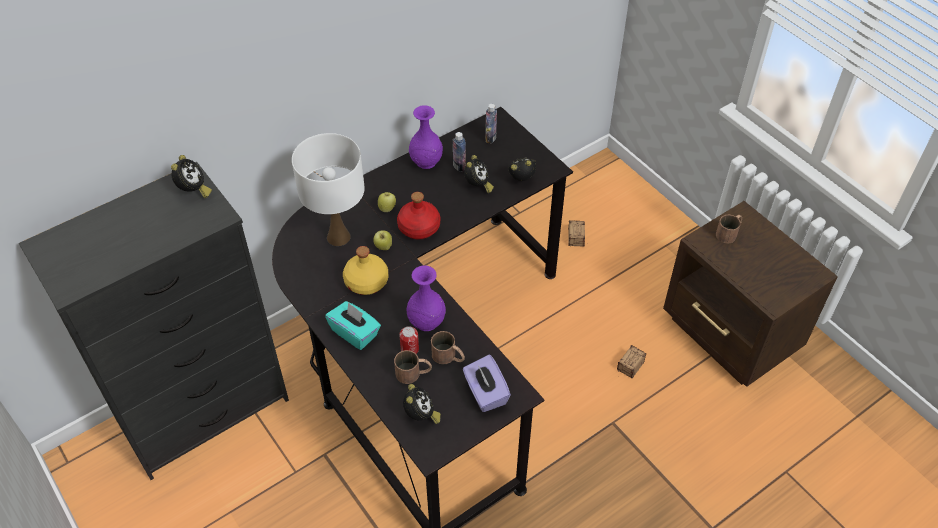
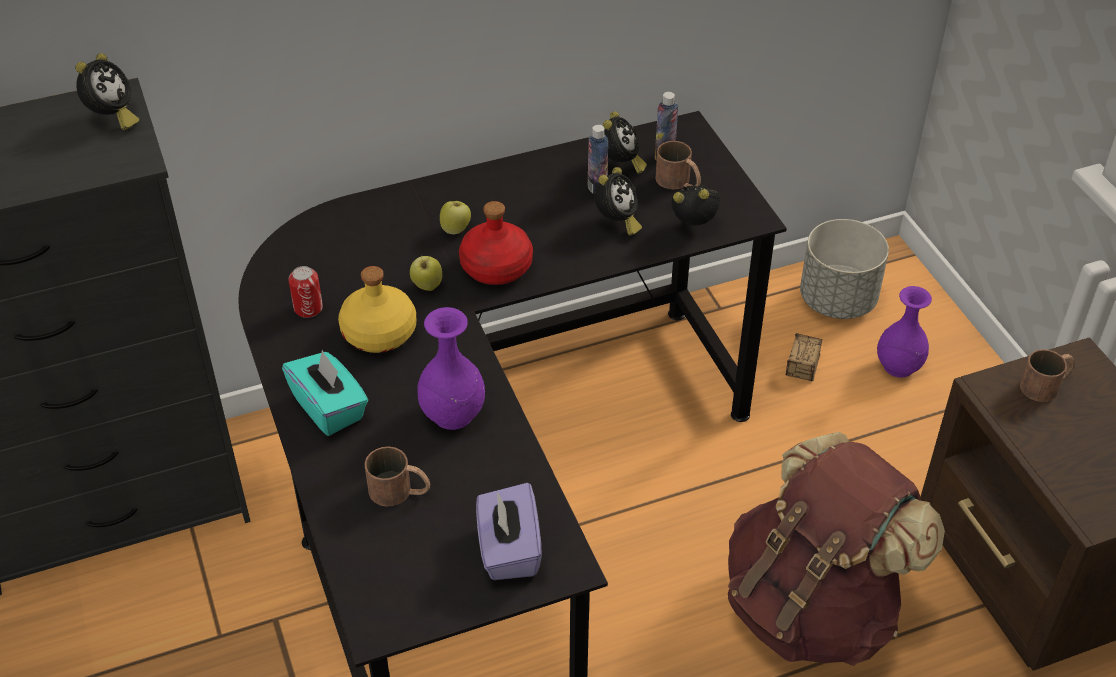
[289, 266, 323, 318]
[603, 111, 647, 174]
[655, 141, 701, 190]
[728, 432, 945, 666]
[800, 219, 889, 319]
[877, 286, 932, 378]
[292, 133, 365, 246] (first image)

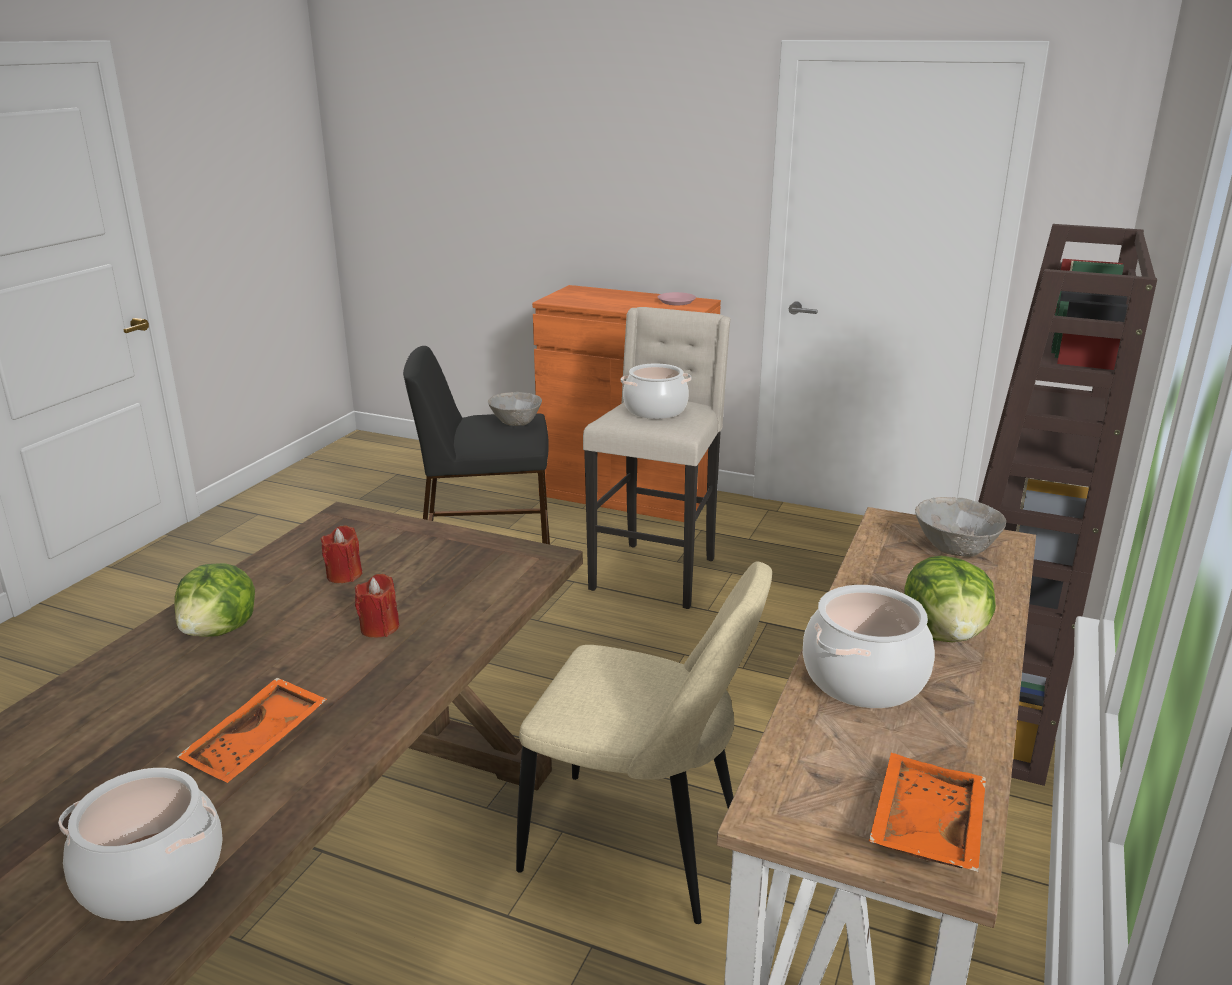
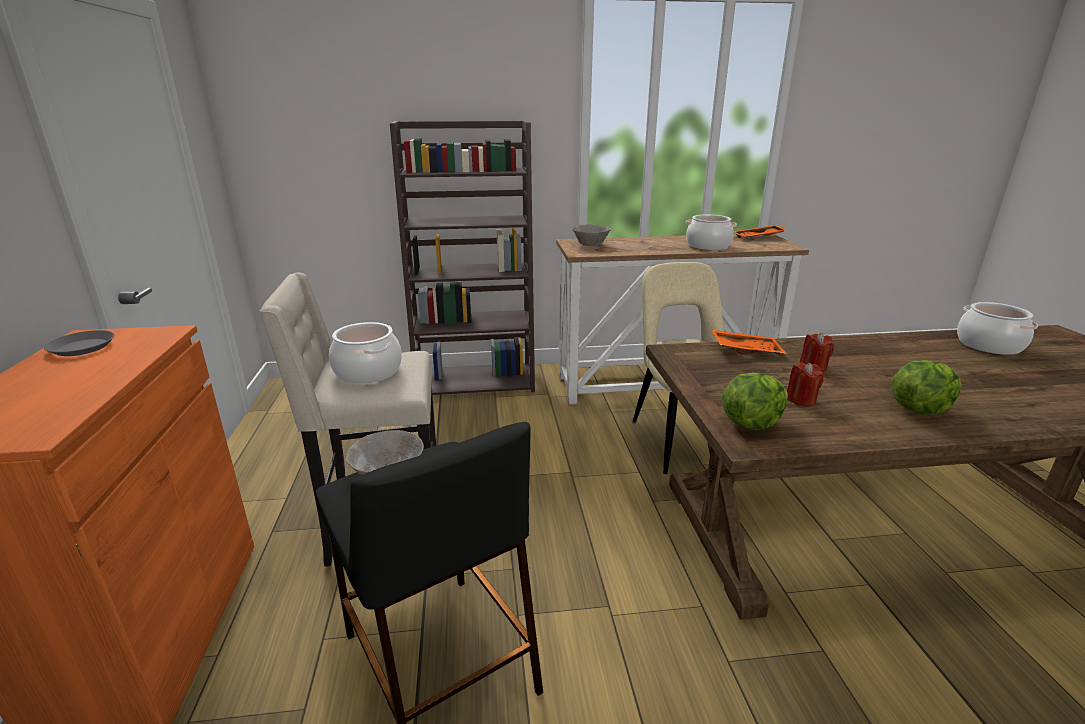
[44, 330, 114, 356]
[712, 330, 787, 355]
[722, 373, 788, 430]

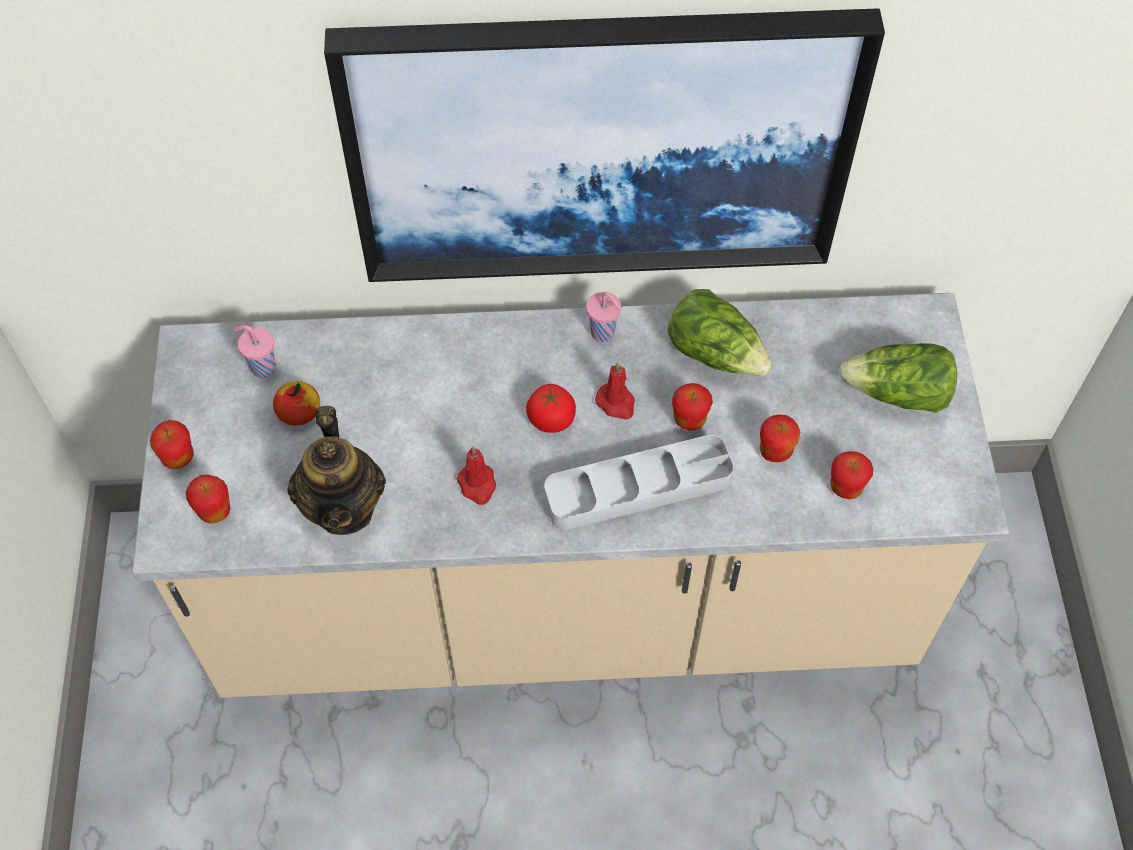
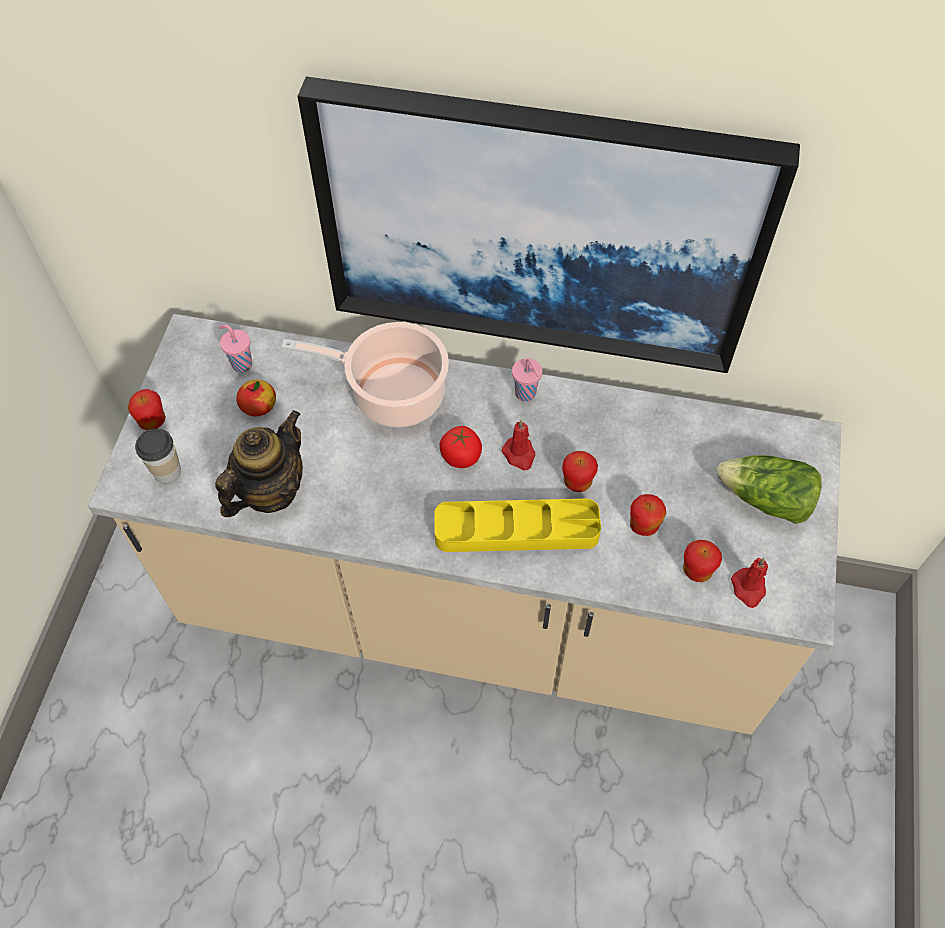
[135, 429, 181, 483]
[215, 410, 303, 517]
[281, 322, 449, 428]
[435, 499, 601, 552]
[731, 558, 768, 608]
[668, 289, 772, 376] (first image)

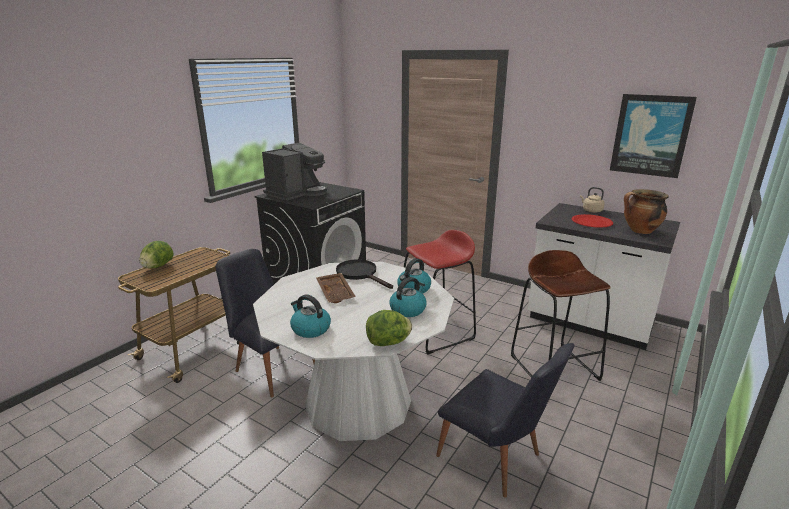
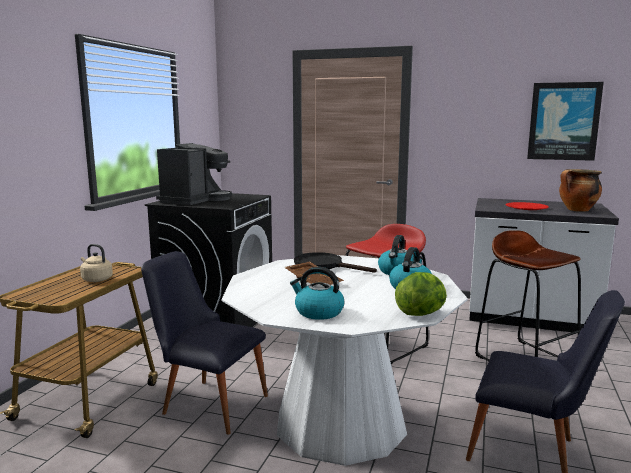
[80, 244, 113, 282]
[139, 241, 173, 269] (first image)

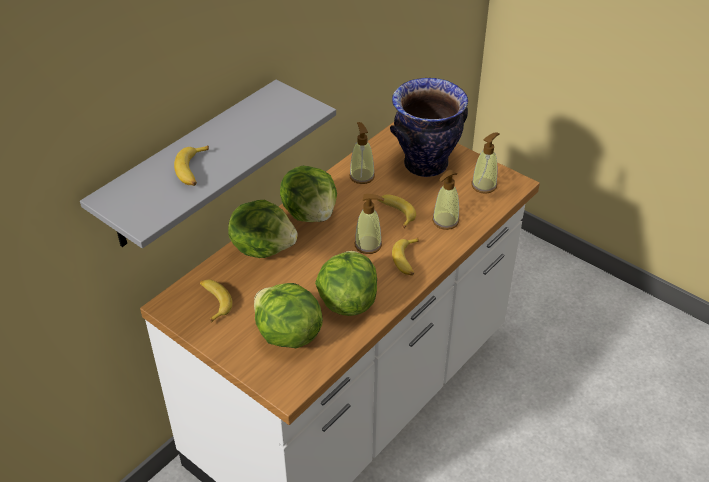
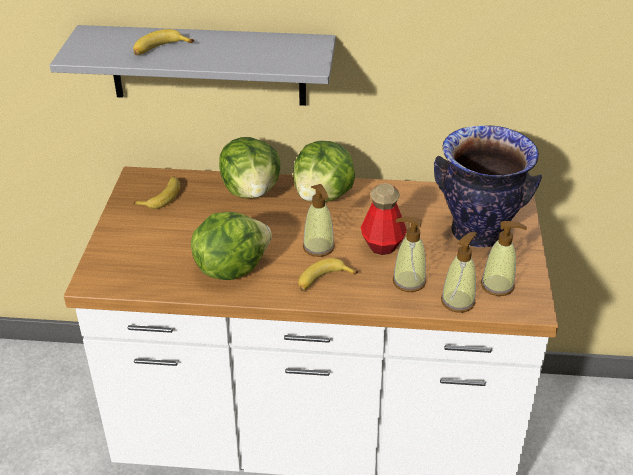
[361, 183, 407, 255]
[441, 232, 477, 313]
[254, 283, 323, 348] (first image)

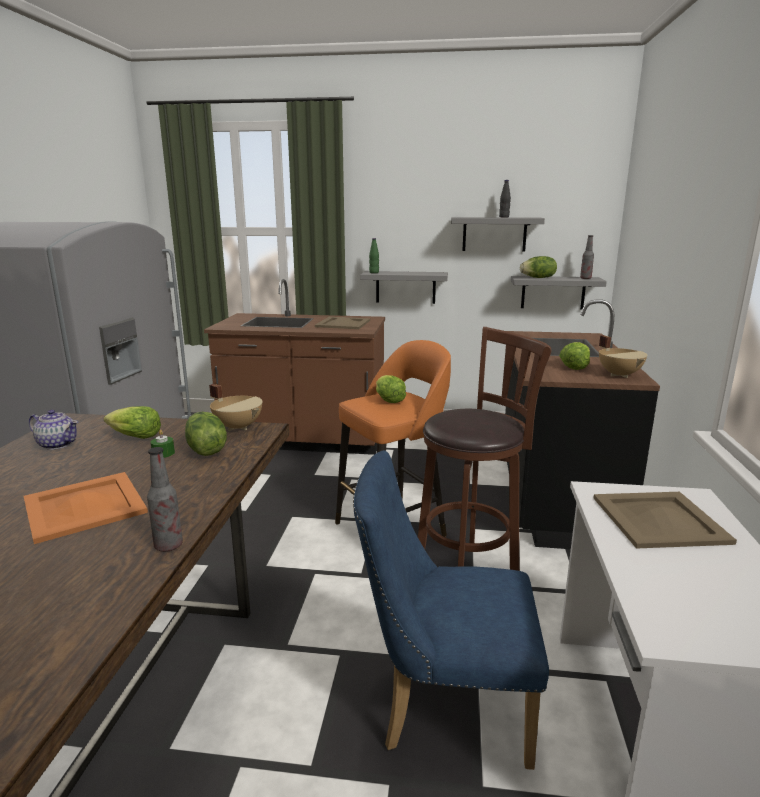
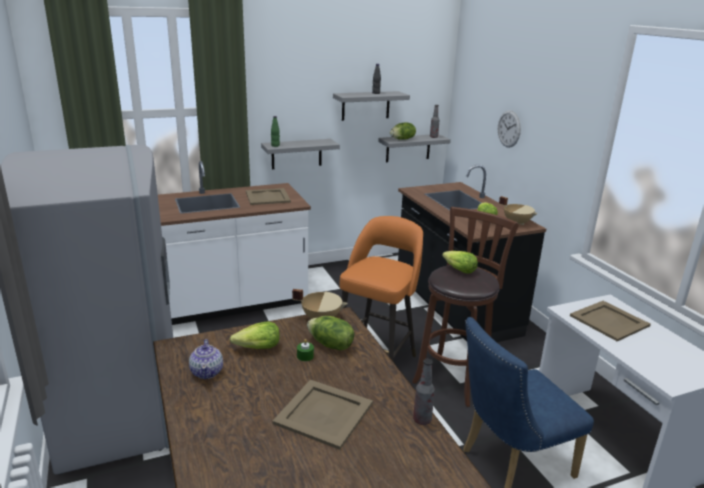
[158, 161, 311, 325]
[189, 339, 223, 379]
[272, 380, 373, 450]
[442, 251, 478, 273]
[498, 110, 521, 148]

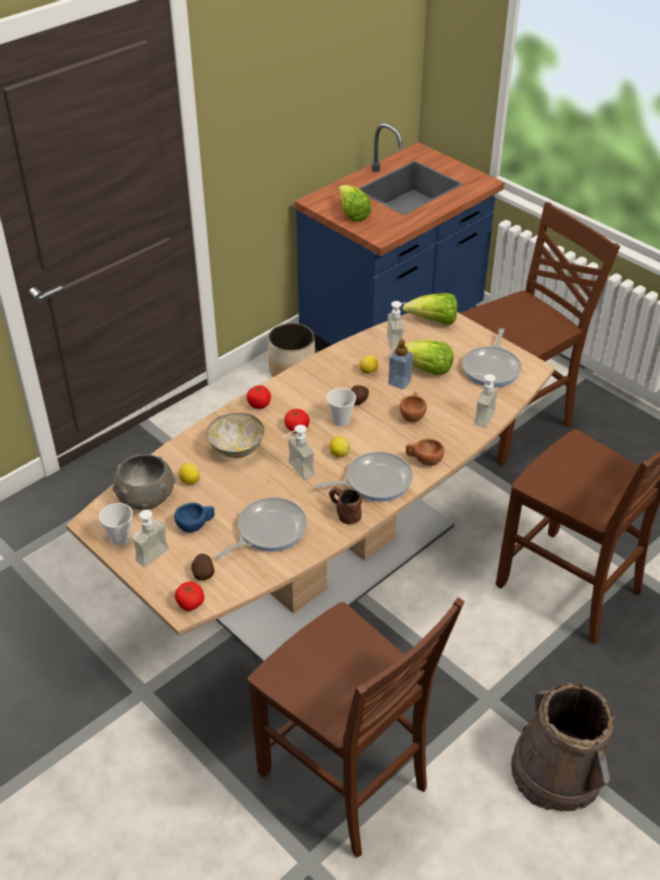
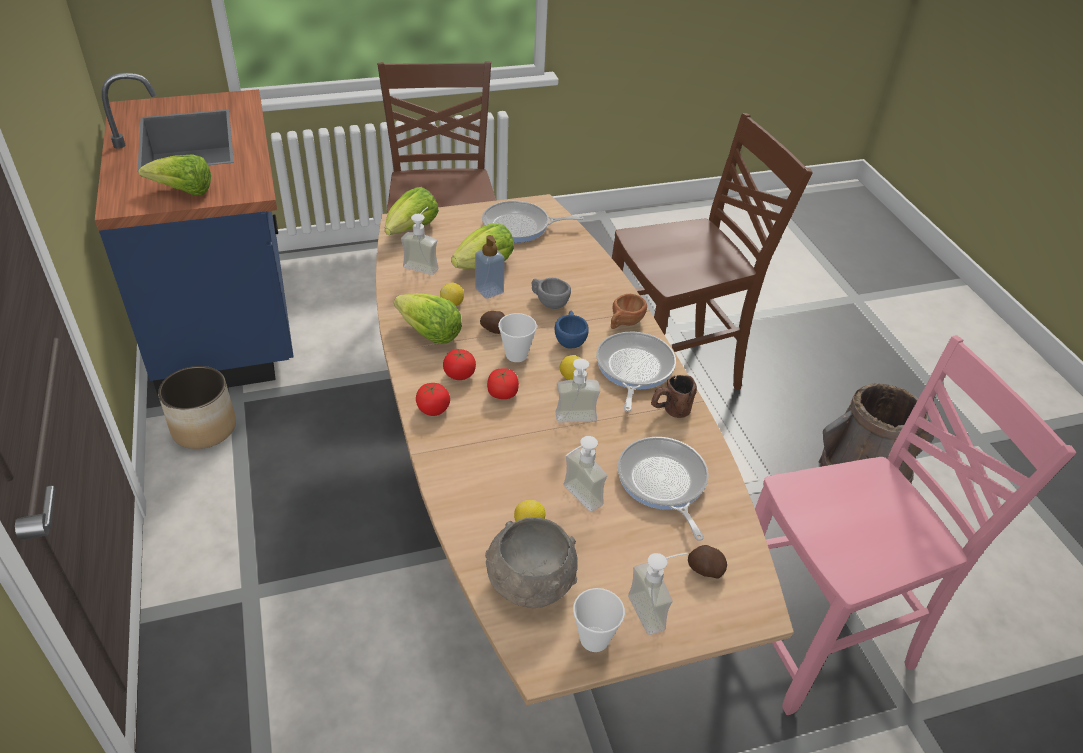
[394, 293, 462, 344]
[443, 349, 476, 380]
[482, 201, 583, 243]
[532, 278, 571, 309]
[555, 311, 589, 348]
[564, 436, 607, 512]
[755, 335, 1076, 715]
[206, 413, 264, 458] (first image)

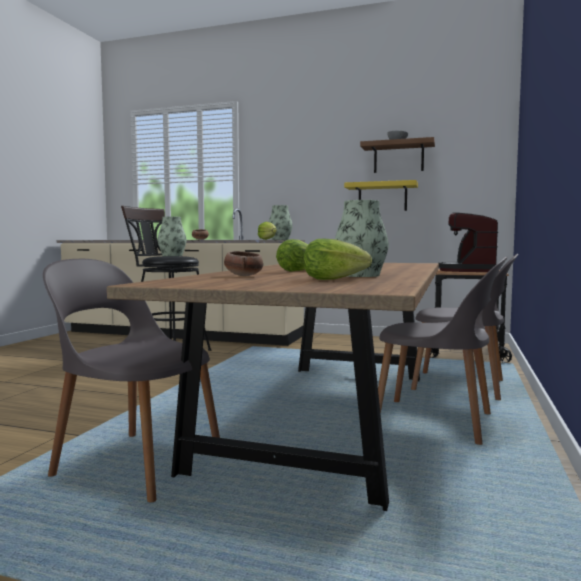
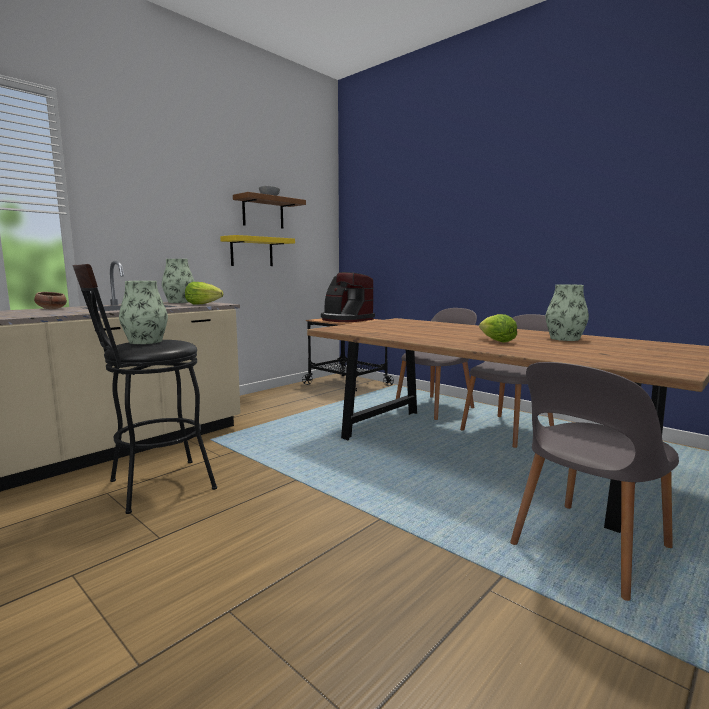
[224, 251, 263, 276] (first image)
[304, 238, 372, 280] (first image)

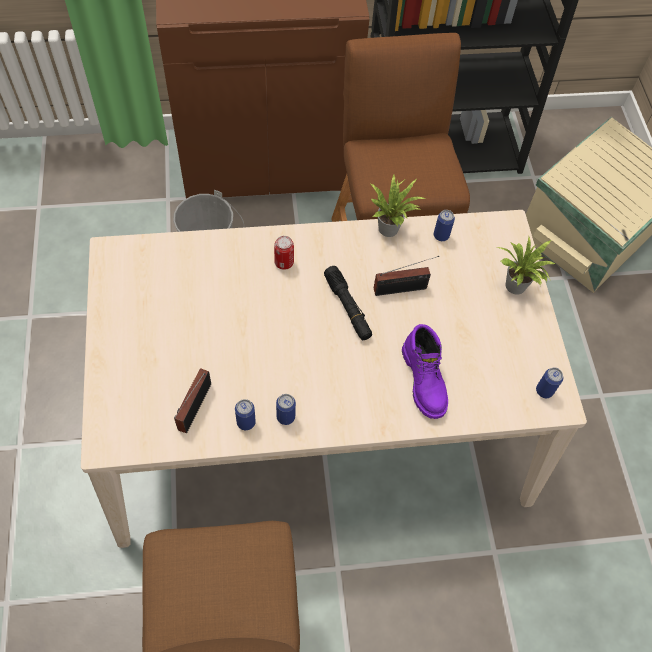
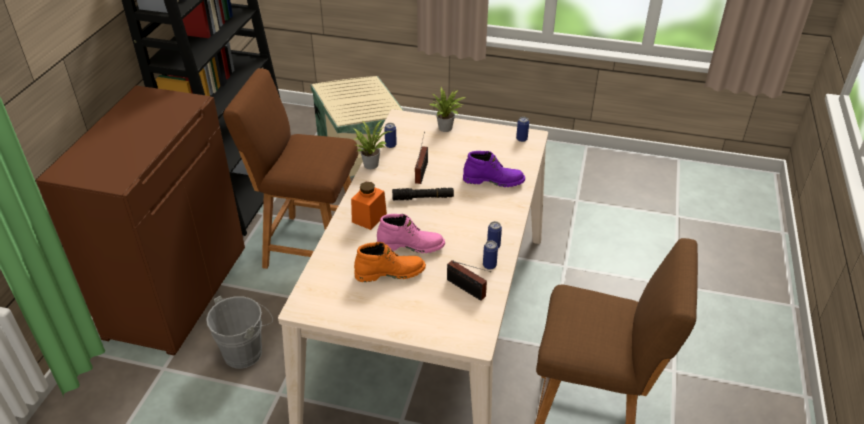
[351, 182, 387, 230]
[354, 242, 426, 282]
[377, 214, 445, 253]

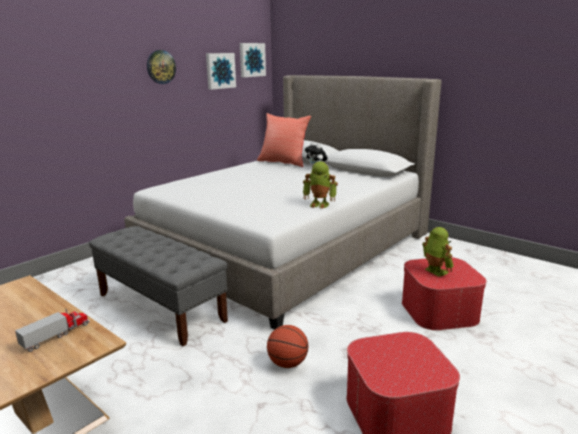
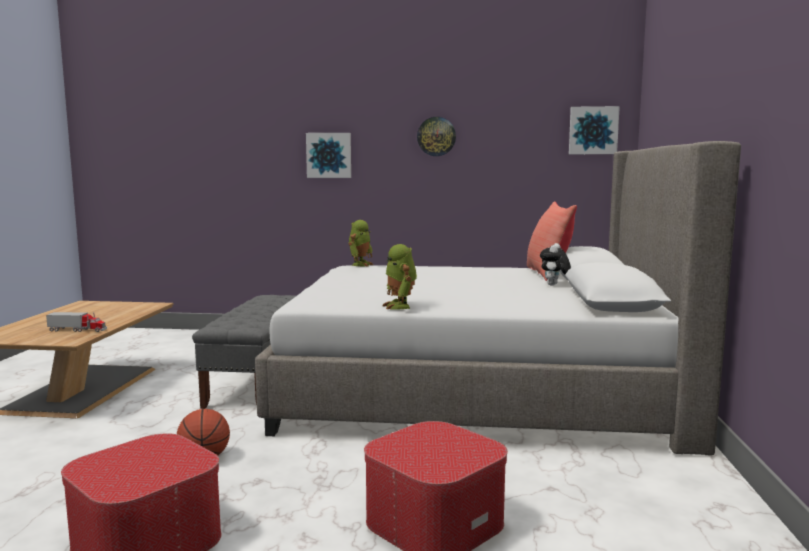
[306, 133, 351, 178]
[349, 220, 373, 267]

